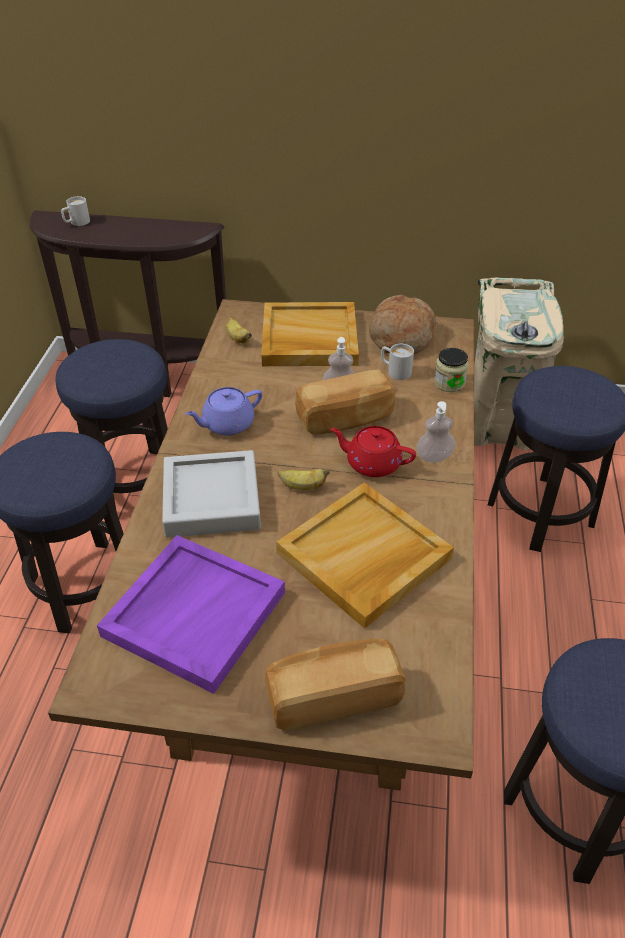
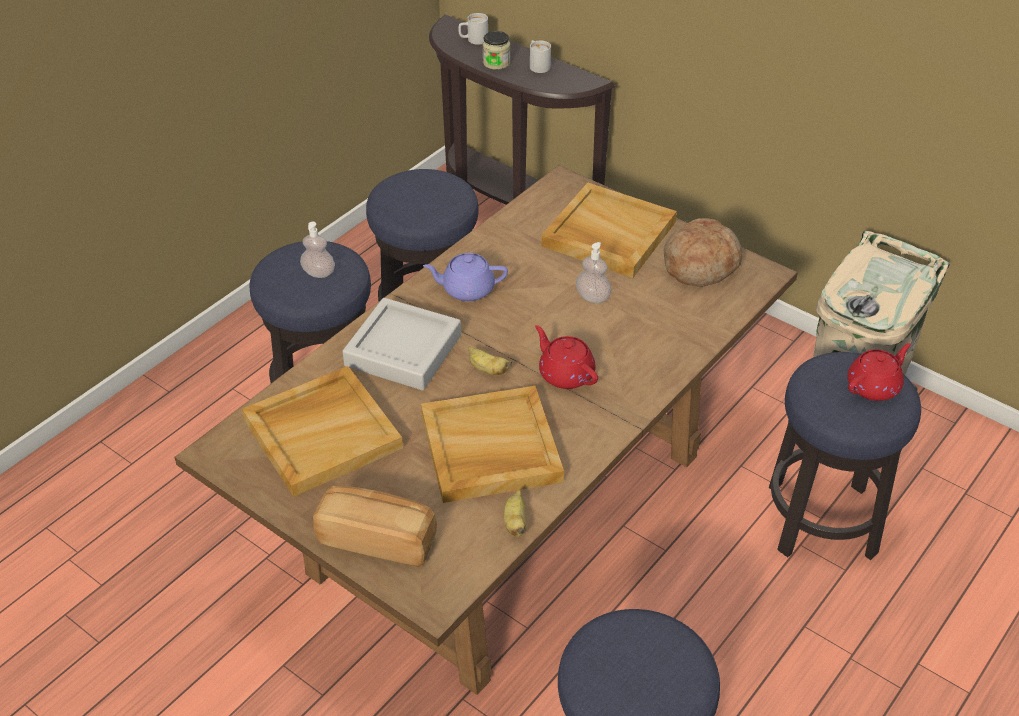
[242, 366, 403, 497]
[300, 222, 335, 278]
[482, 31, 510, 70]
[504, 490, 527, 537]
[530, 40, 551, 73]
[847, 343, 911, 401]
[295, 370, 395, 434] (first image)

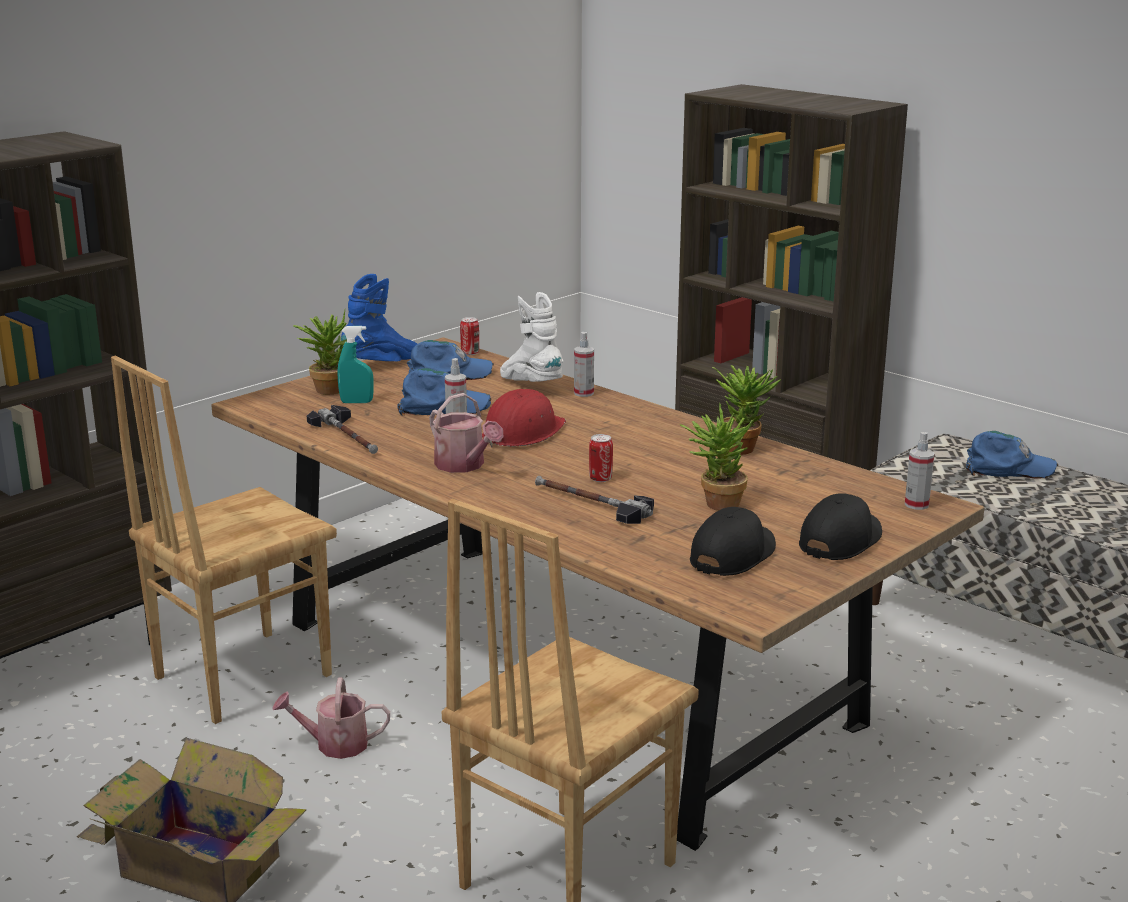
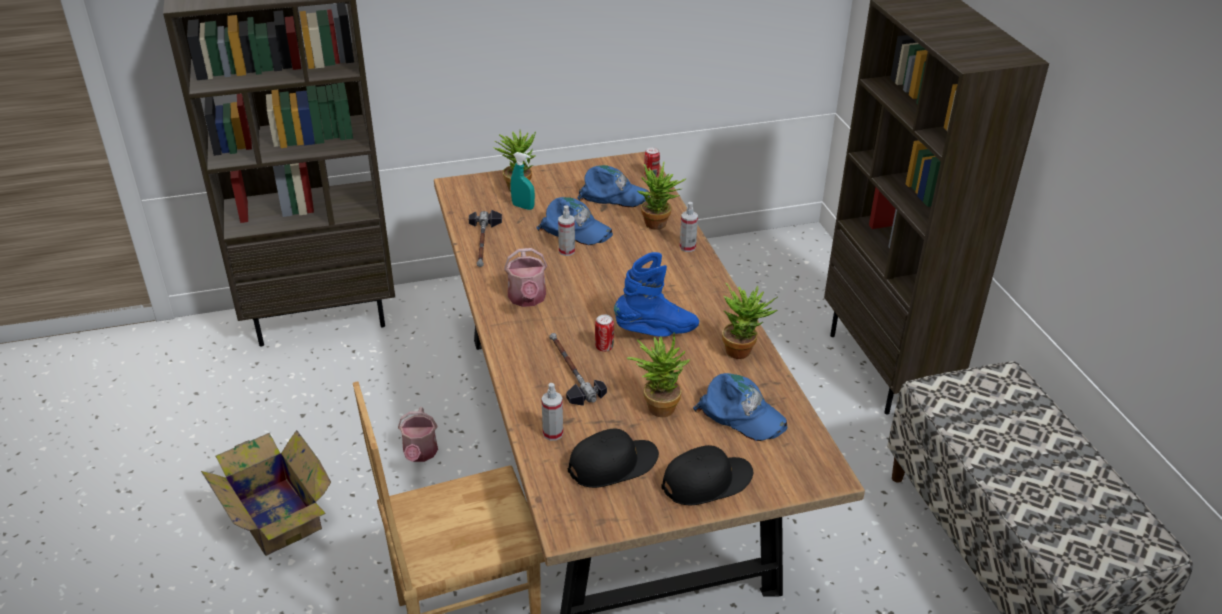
[398, 407, 438, 462]
[541, 383, 563, 441]
[614, 252, 699, 337]
[637, 161, 687, 230]
[693, 373, 788, 441]
[111, 356, 337, 724] (first image)
[482, 389, 566, 448] (first image)

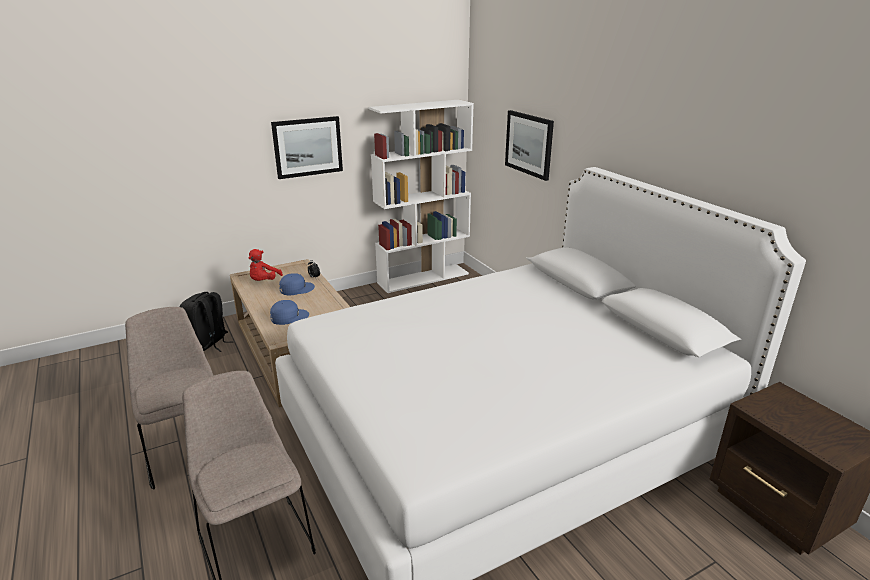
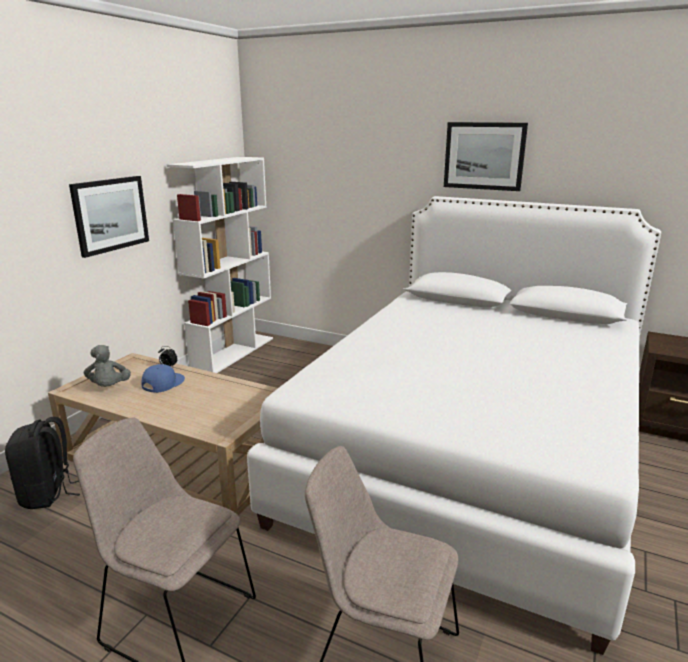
[84, 345, 131, 387]
[444, 122, 528, 191]
[270, 300, 309, 325] (first image)

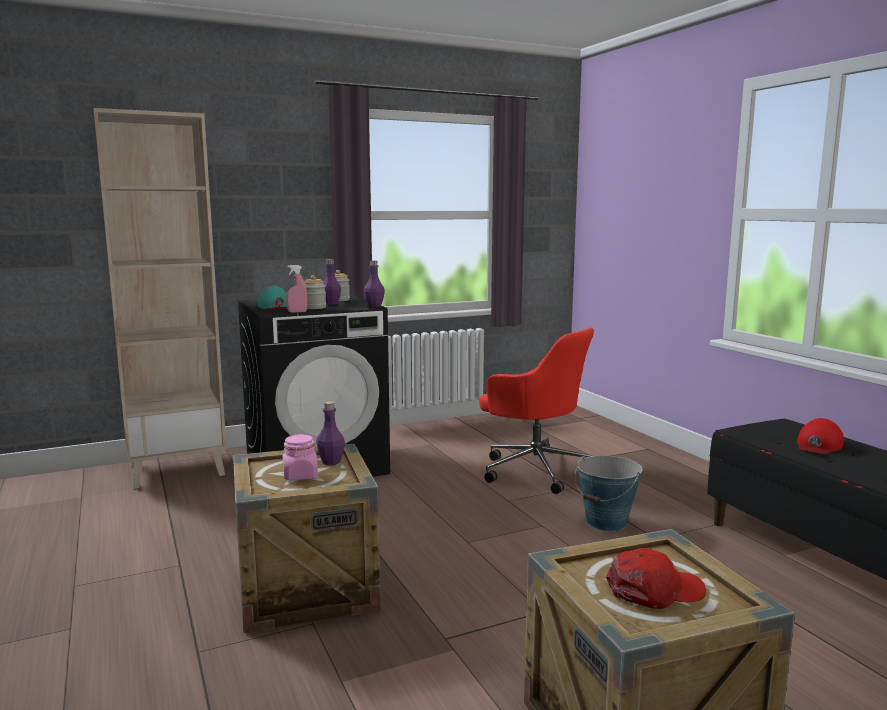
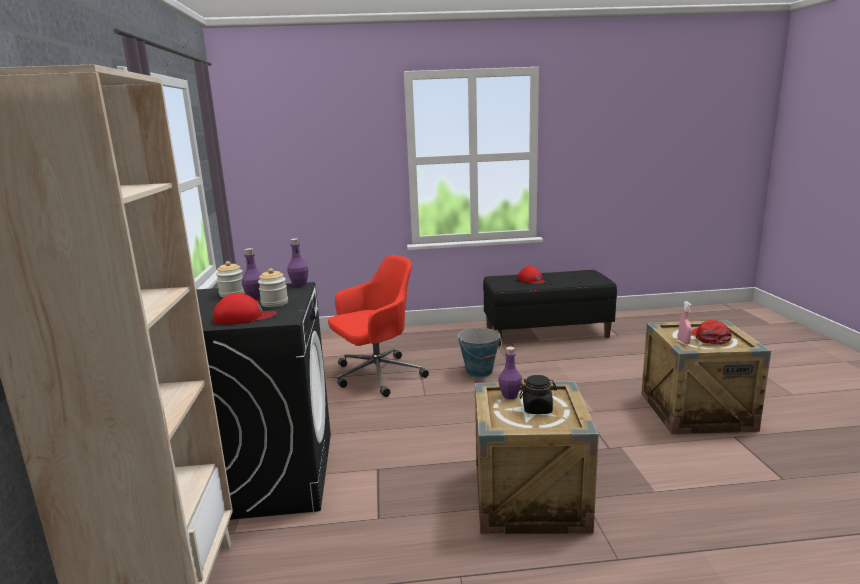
[213, 293, 277, 325]
[520, 375, 557, 414]
[678, 301, 692, 344]

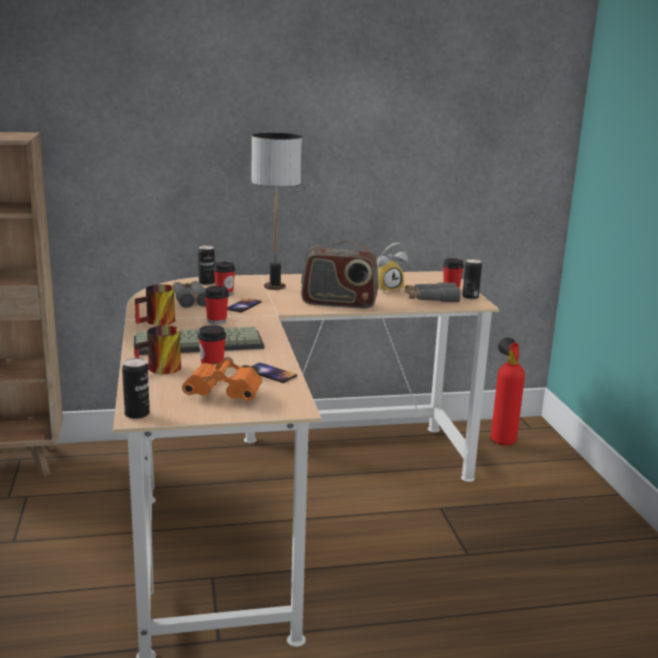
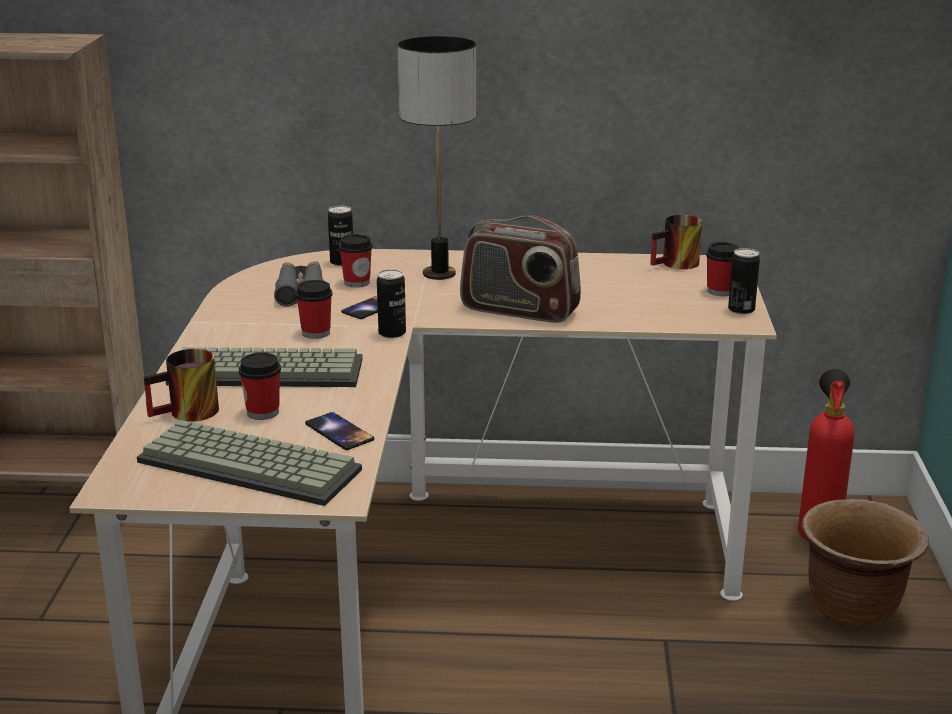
[137, 420, 362, 506]
[377, 269, 406, 338]
[650, 215, 702, 269]
[802, 499, 929, 630]
[377, 243, 408, 293] (first image)
[405, 282, 461, 302] (first image)

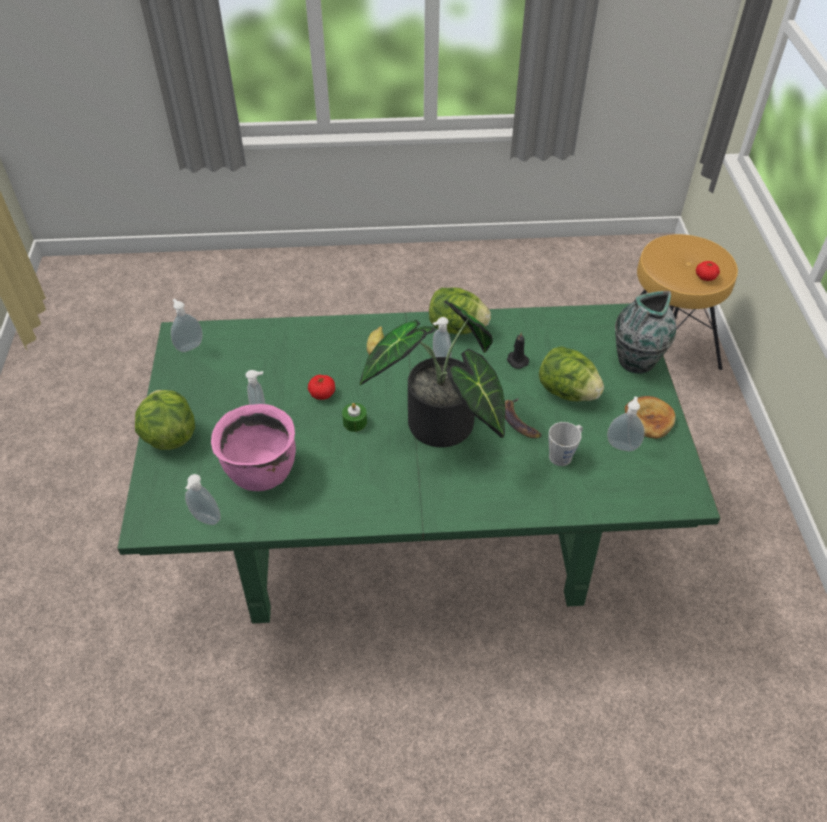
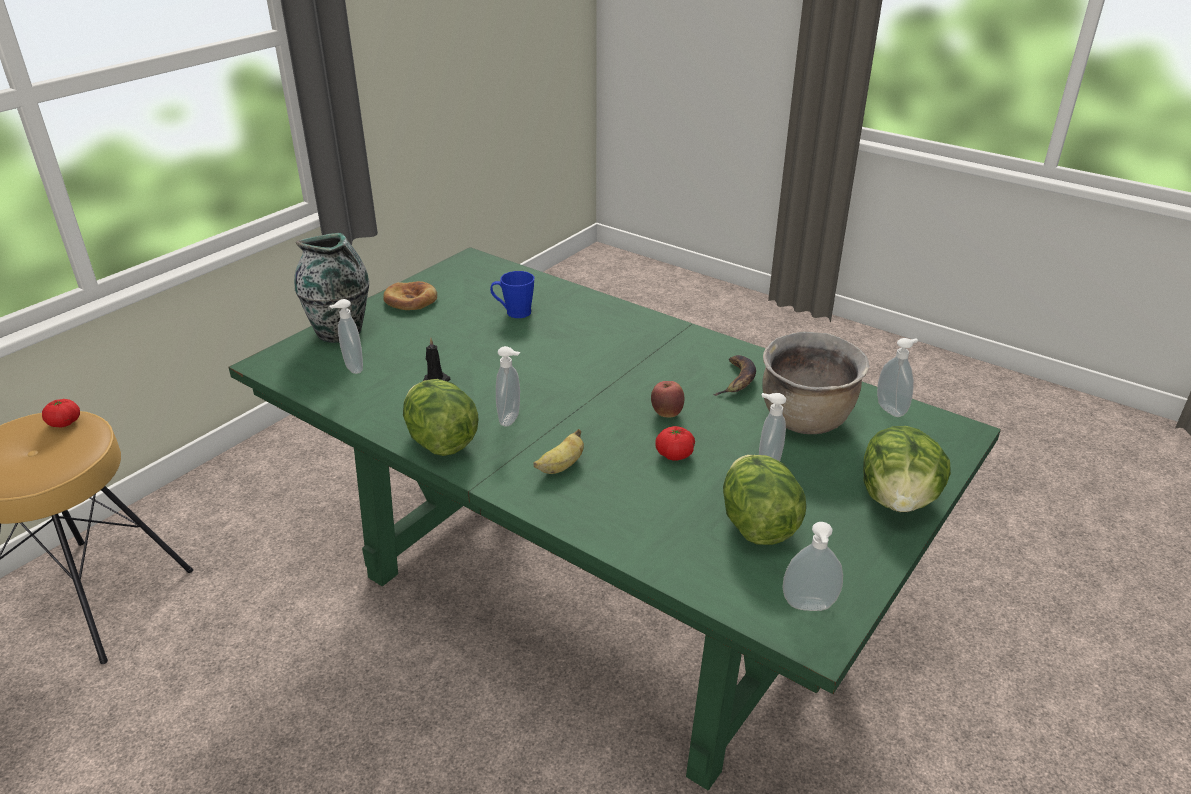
[329, 299, 363, 374]
[490, 271, 534, 318]
[651, 381, 684, 418]
[713, 355, 756, 396]
[723, 455, 806, 545]
[762, 332, 869, 434]
[360, 301, 506, 447] (first image)

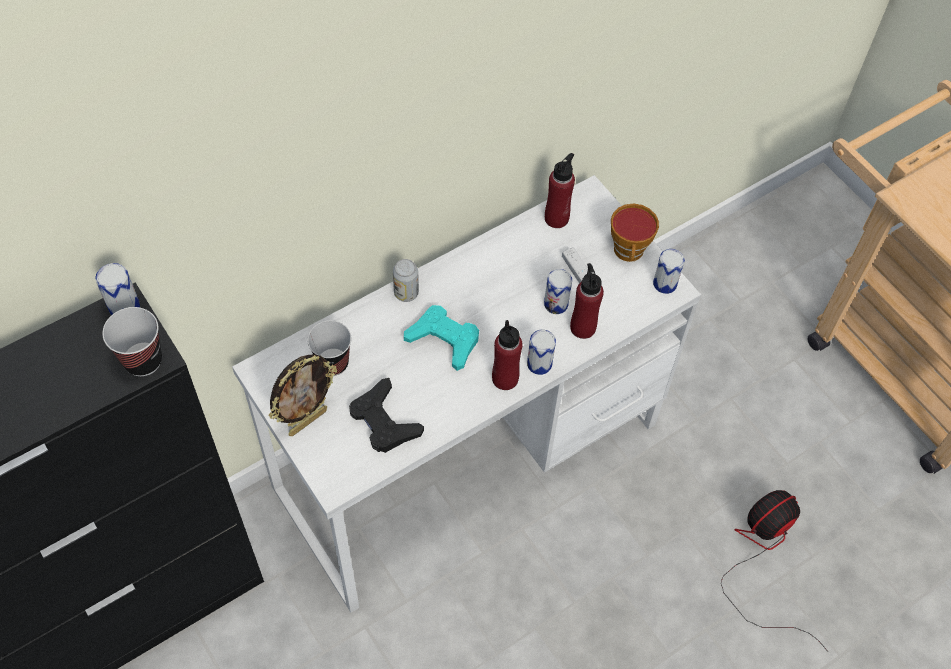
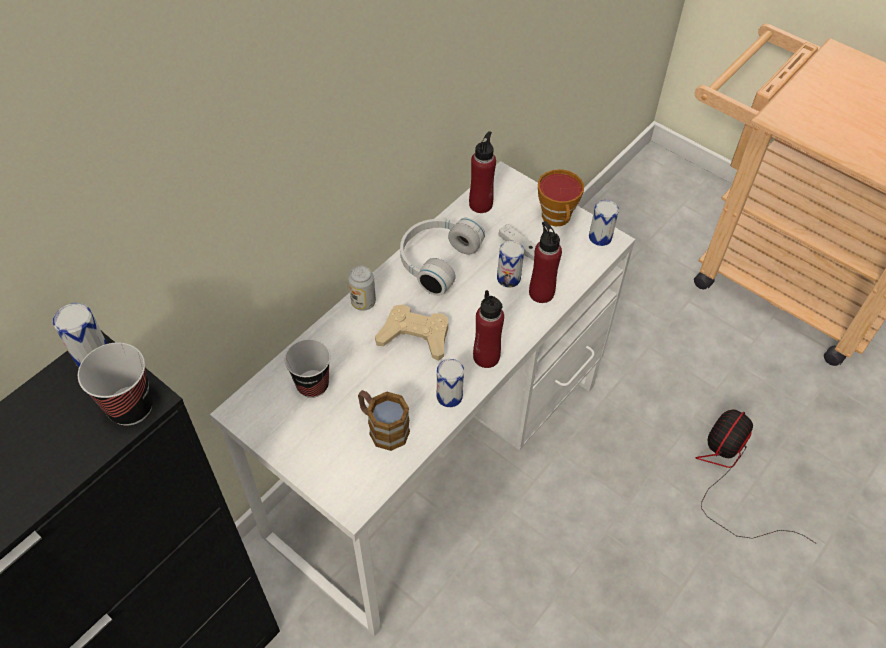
[358, 390, 410, 451]
[375, 304, 448, 361]
[400, 218, 485, 296]
[437, 359, 464, 407]
[268, 354, 337, 436] (first image)

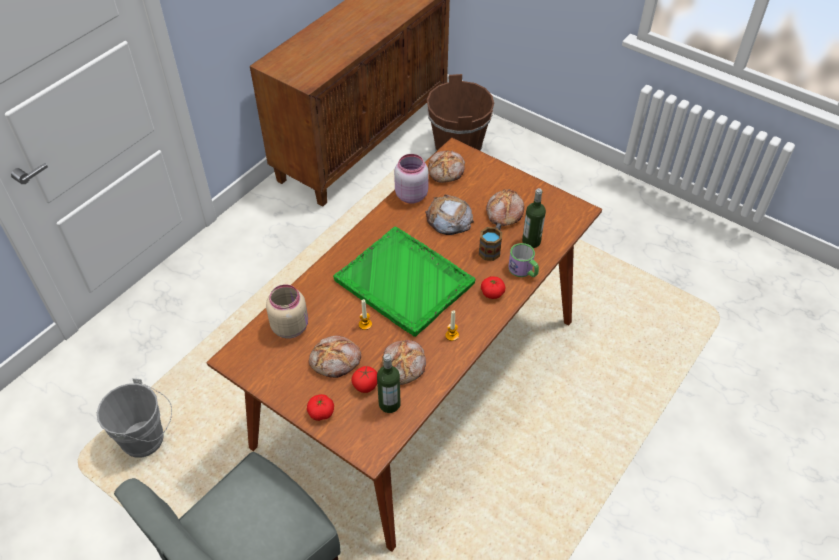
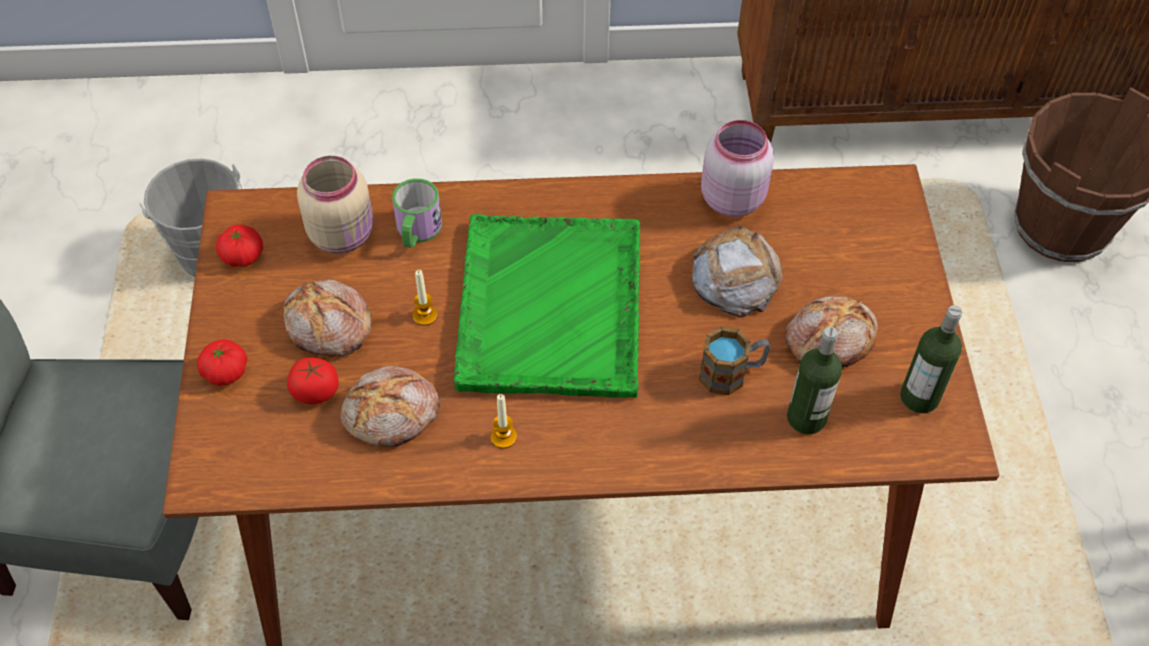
[216, 224, 263, 267]
[392, 178, 442, 248]
[900, 305, 962, 413]
[428, 151, 465, 183] (first image)

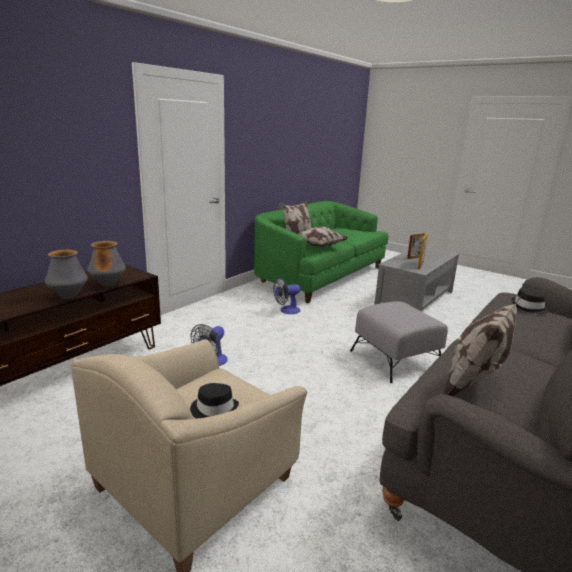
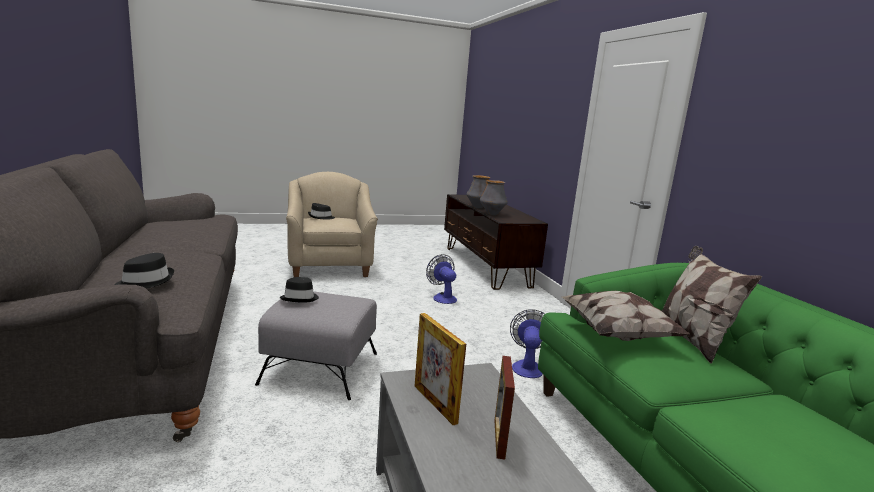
[279, 277, 319, 302]
[444, 295, 522, 396] (first image)

